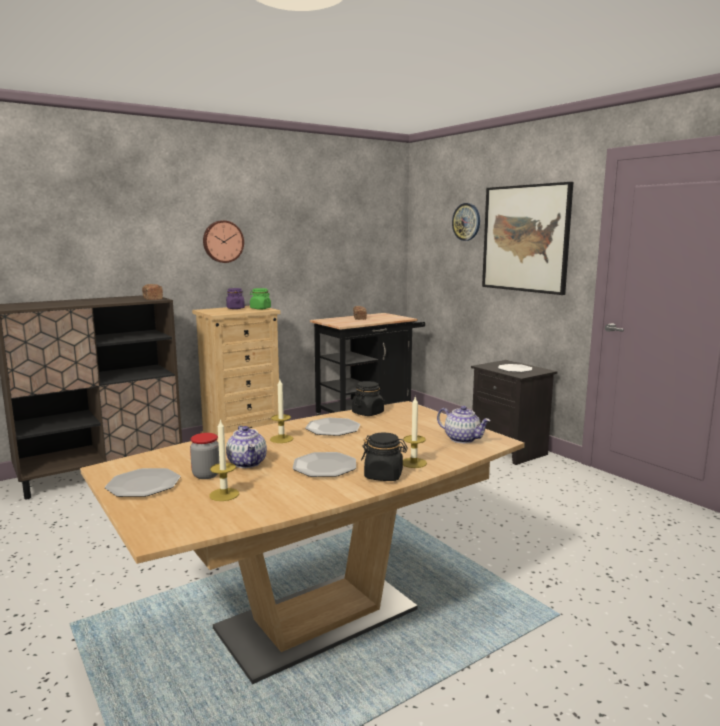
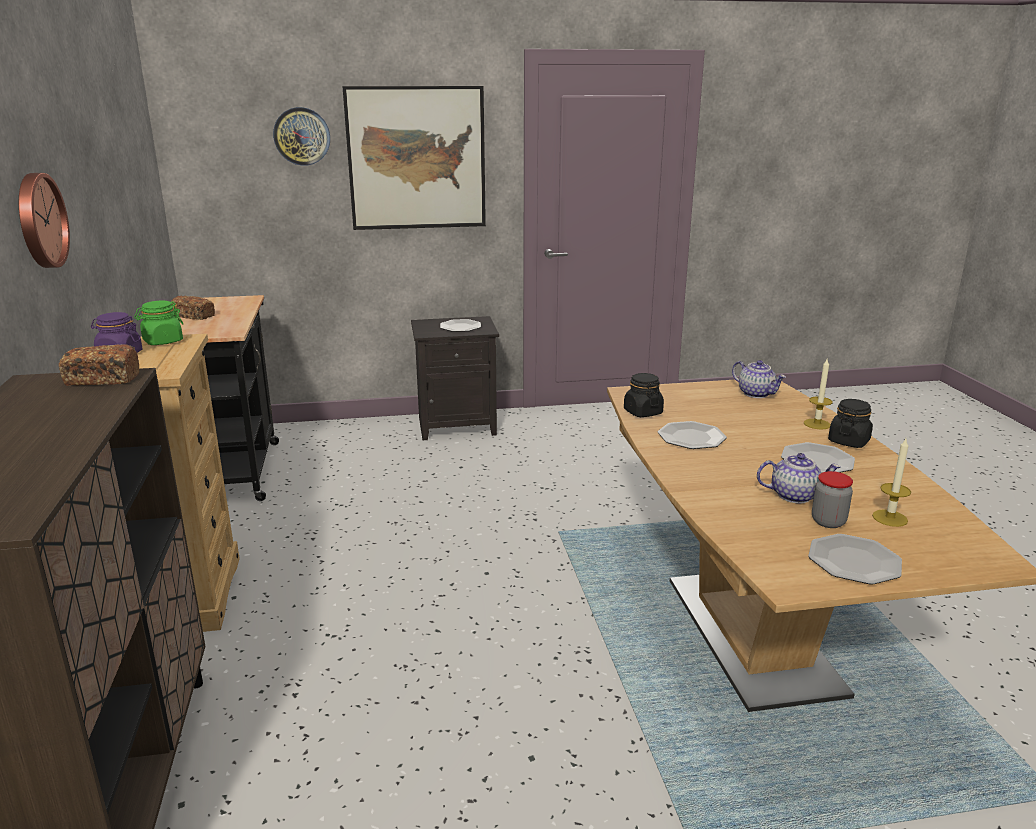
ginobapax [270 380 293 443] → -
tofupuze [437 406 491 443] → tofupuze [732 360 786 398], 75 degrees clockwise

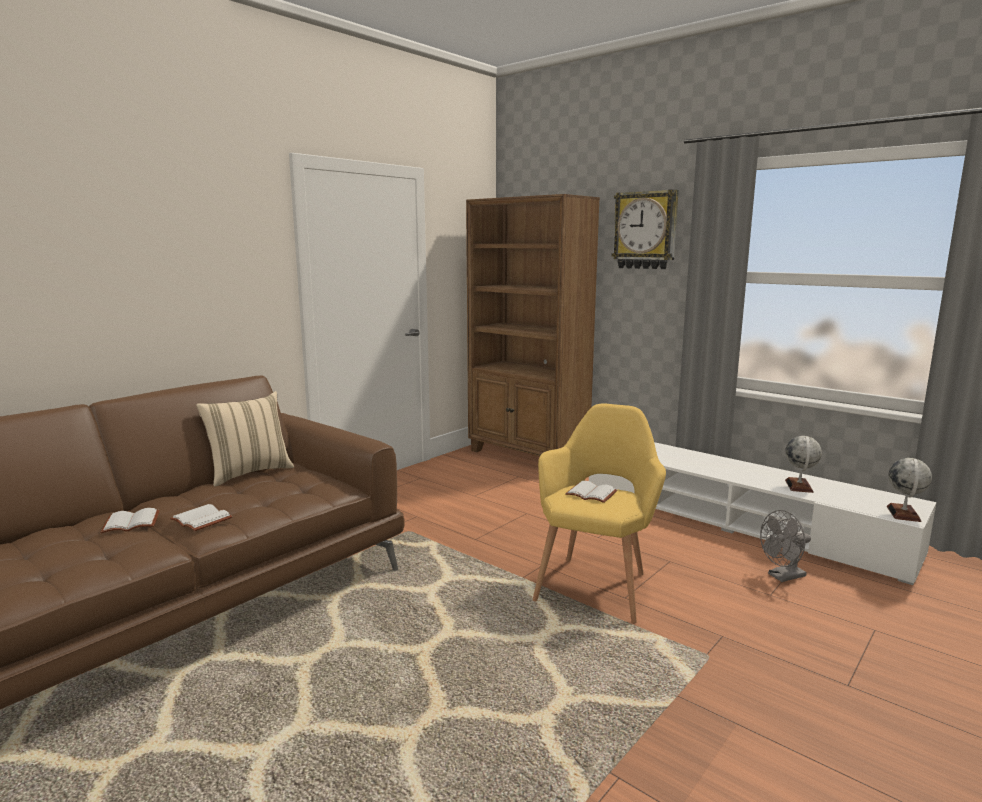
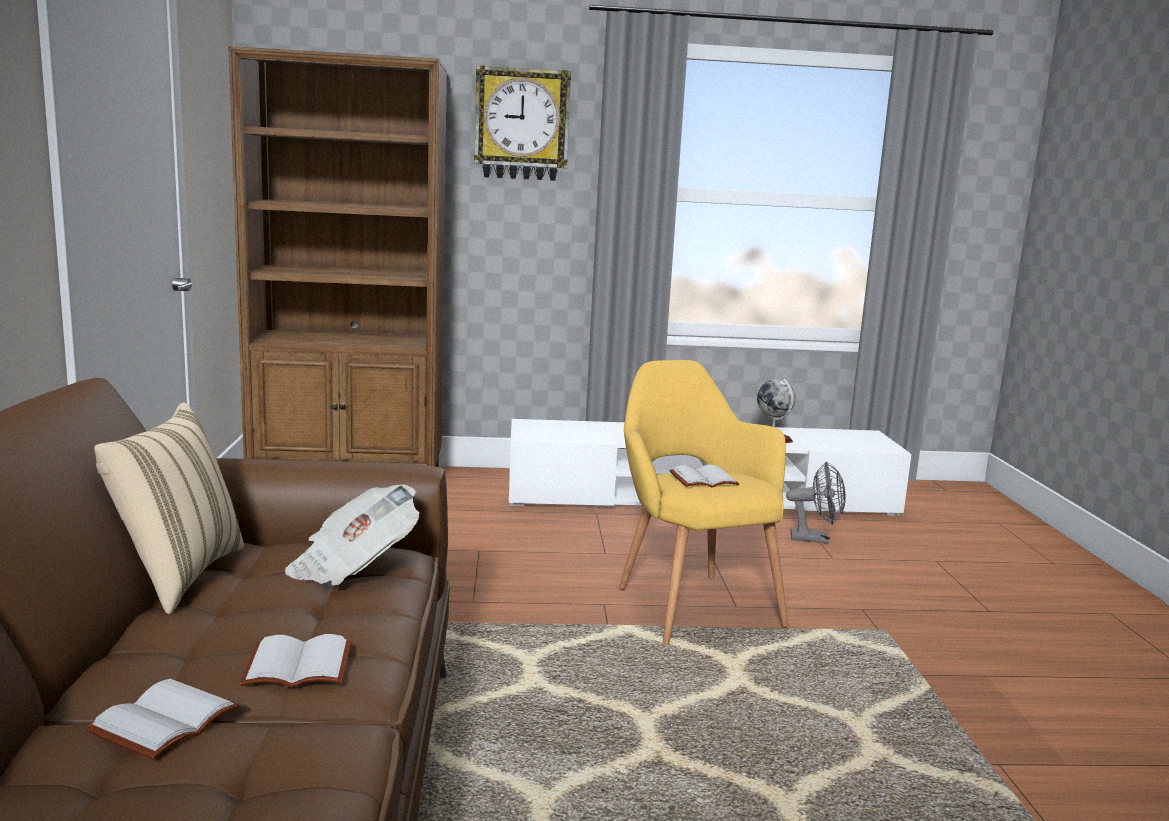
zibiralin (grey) [760 510 811 582] → zibiralin (grey) [786 461 846 544], 105 degrees counterclockwise
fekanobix [887 458 932 522] → -
- → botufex [285 485 419 586]

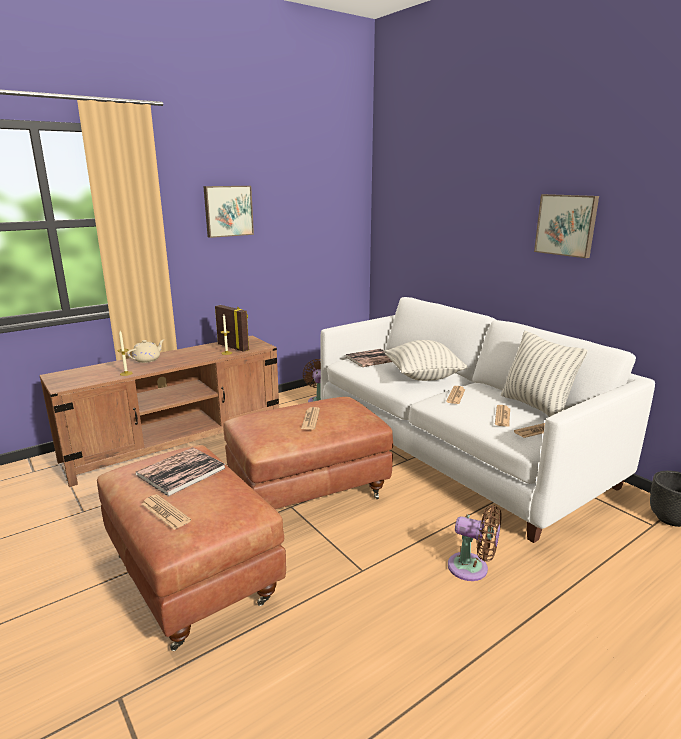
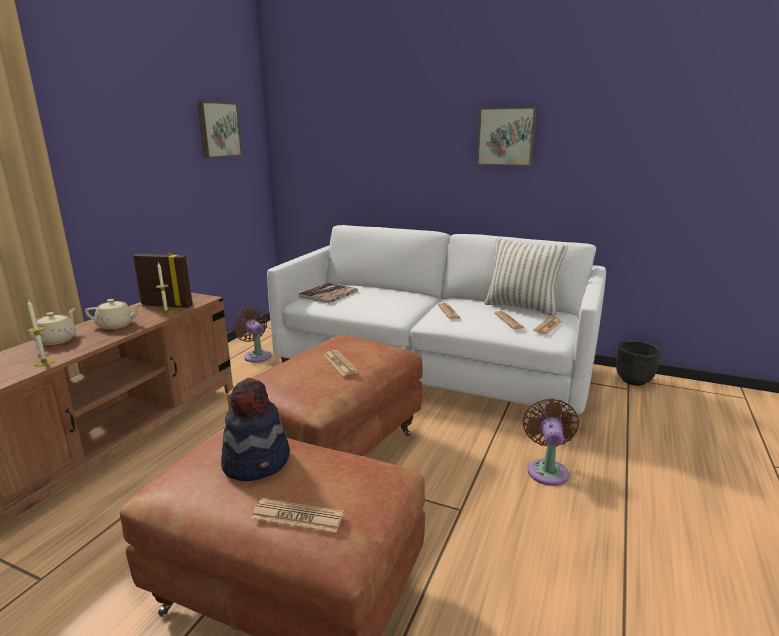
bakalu [135 447 226 497] → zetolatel [221 378 290 481]
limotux [203 186 254 238] → limotux [197 101 242 158], moved
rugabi [384 340 467 381] → -
zibiralin (brown) [448 506 502 581] → zibiralin (brown) [523 398 579 486], 75 degrees counterclockwise
- → tofupuze (beige) [85 299 142 329]

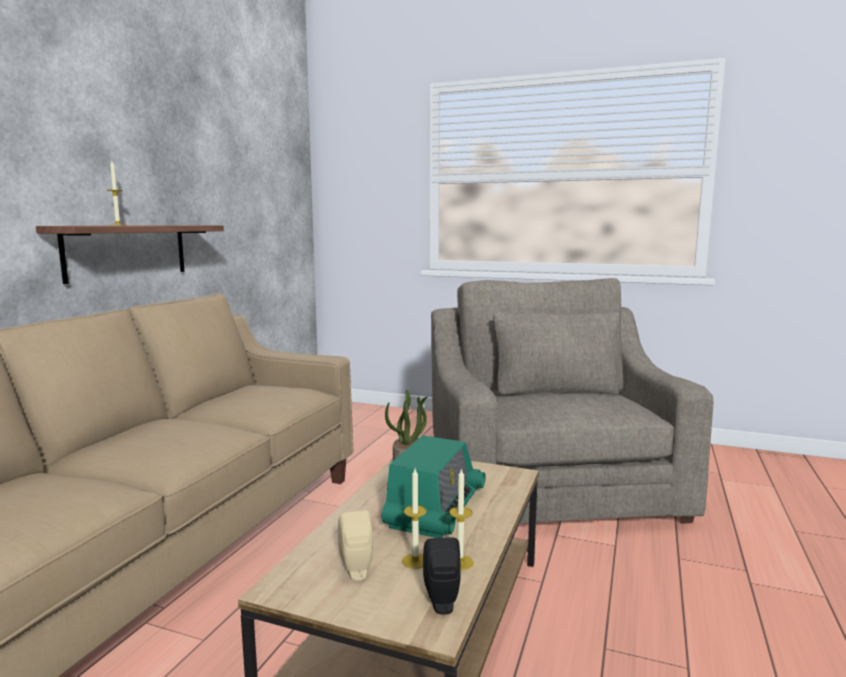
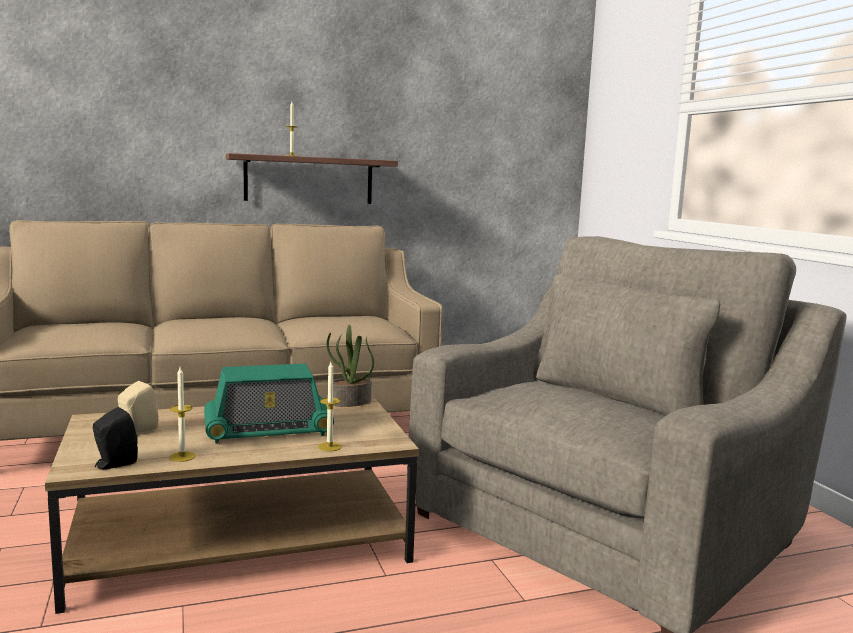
ginobapax [402 469 427 569] → ginobapax [318 362 342 452], moved

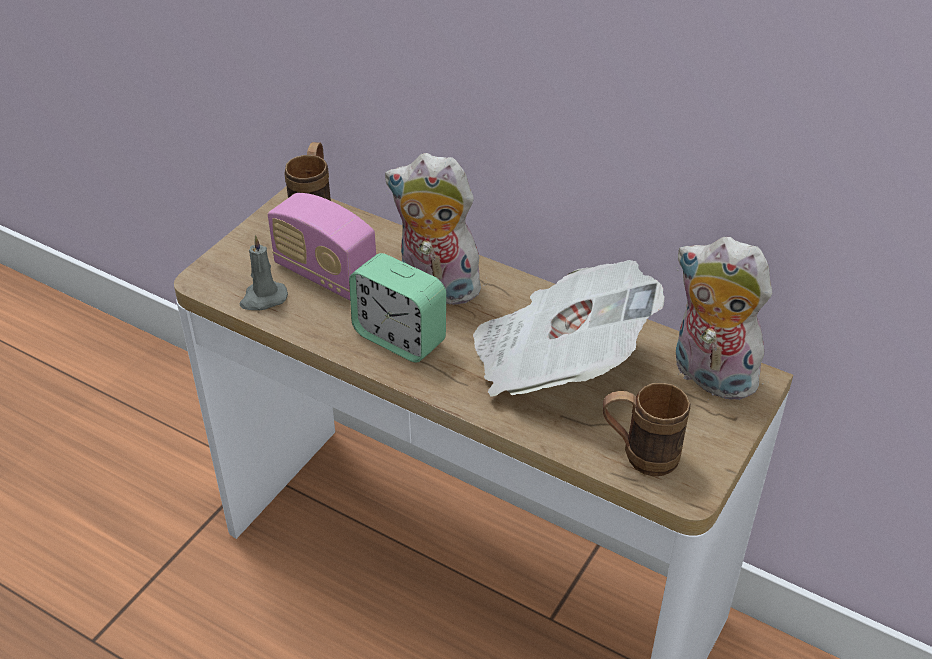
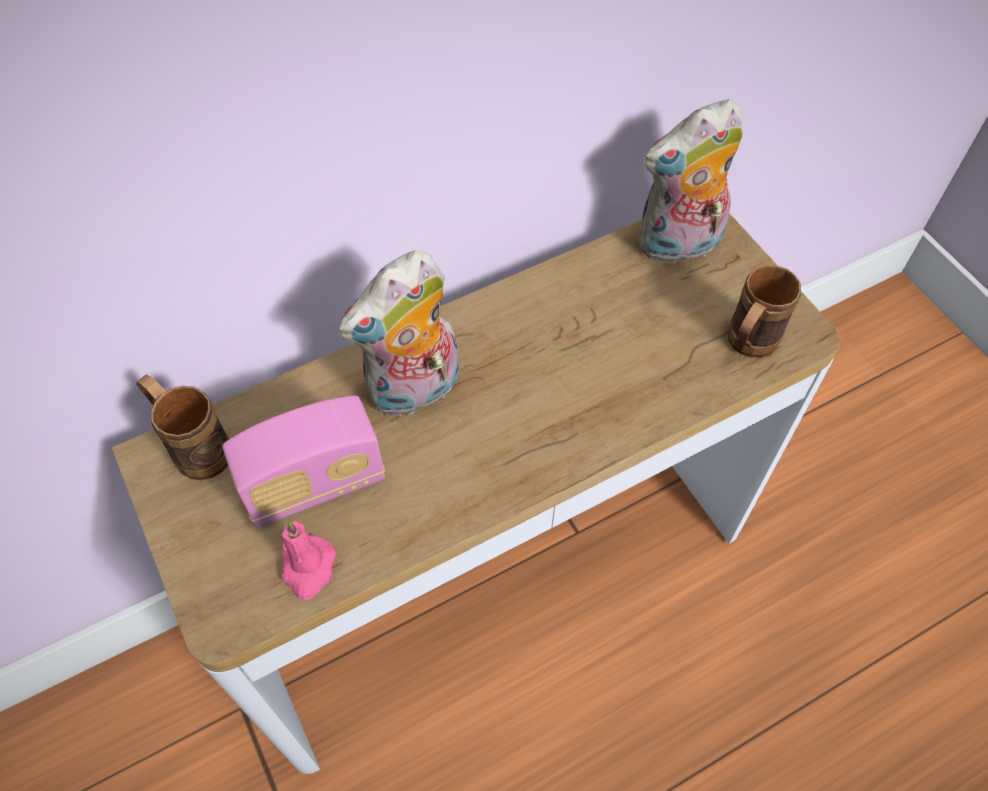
ginobapax (grey) [240 235 288 310] → ginobapax (pink) [281 521 336 600]
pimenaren [349 253 446 363] → -
botufex [473 260 665 397] → -

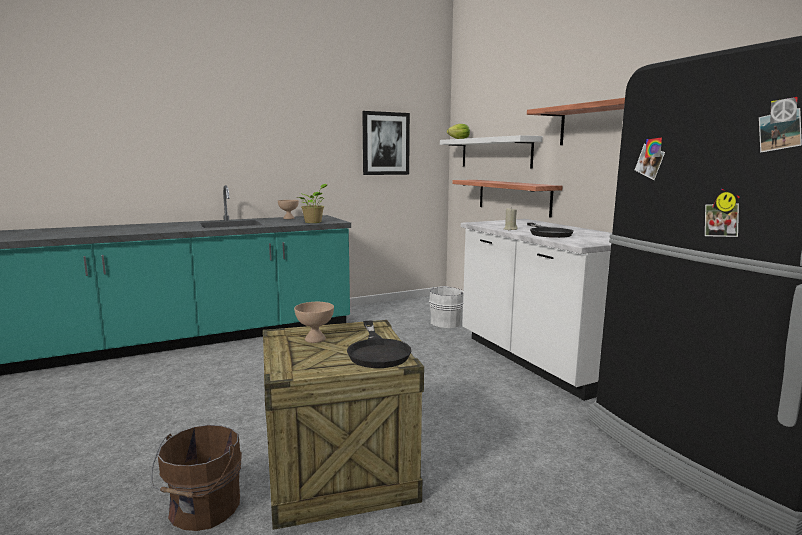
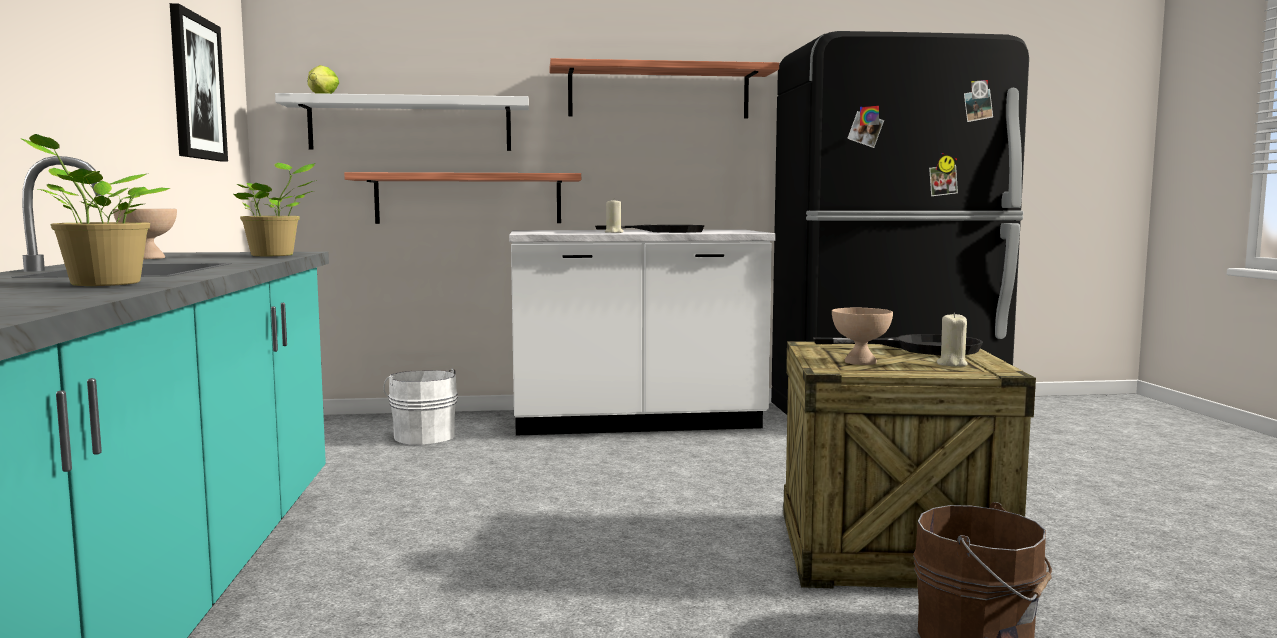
- → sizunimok [20 134 170 286]
- → ginobapax (beige) [937 312 968 367]

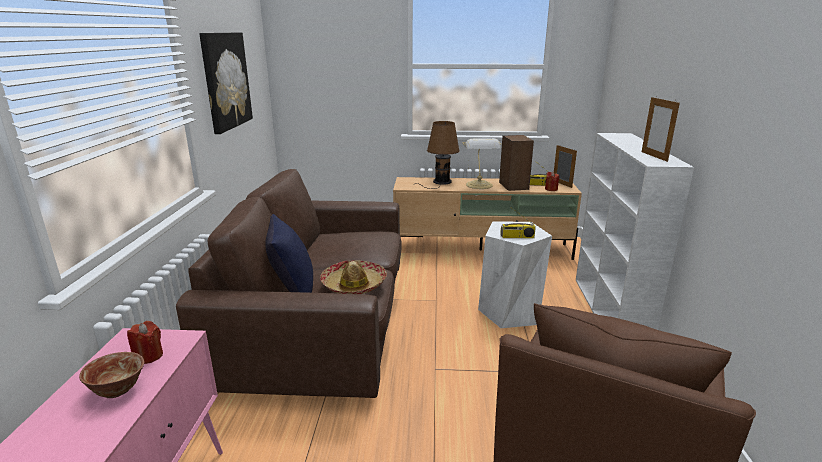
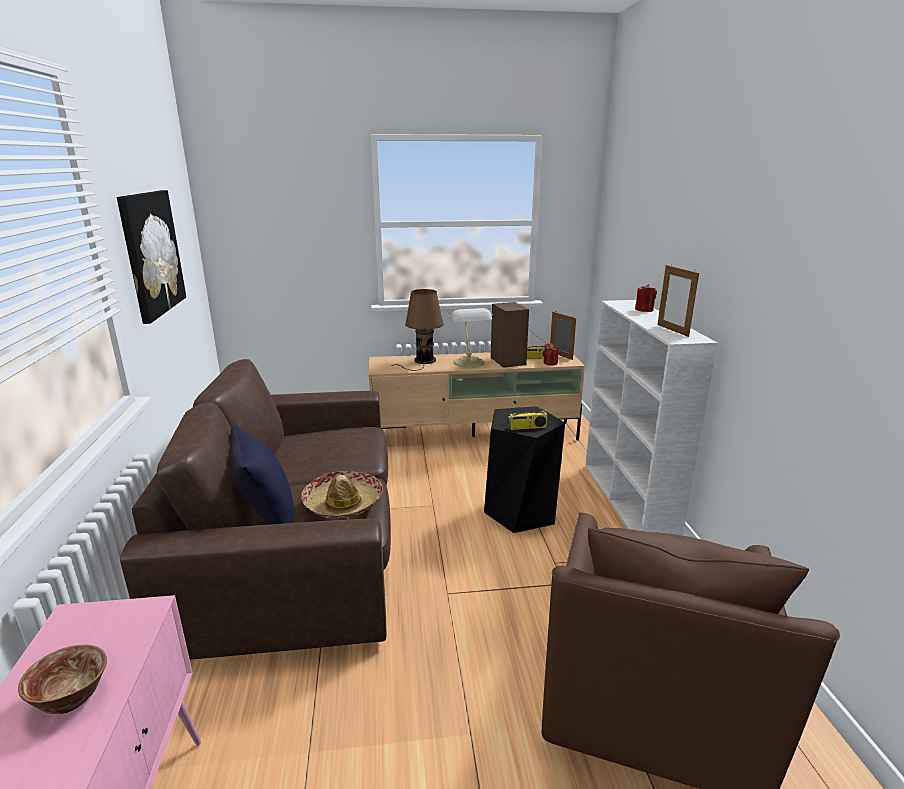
ginobapax (red) [127 321 163 364] → ginobapax (red) [635 284 657 312], moved
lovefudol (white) [478 222 552 328] → lovefudol (black) [484 406 565 533]

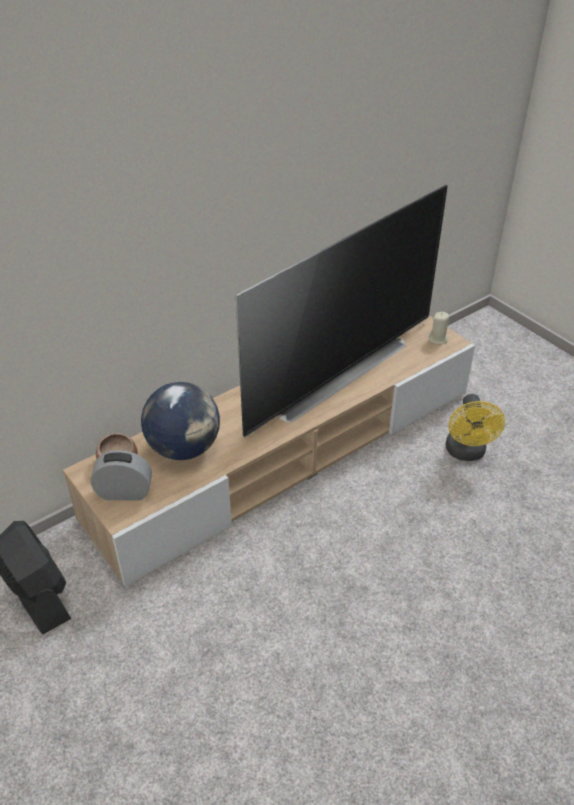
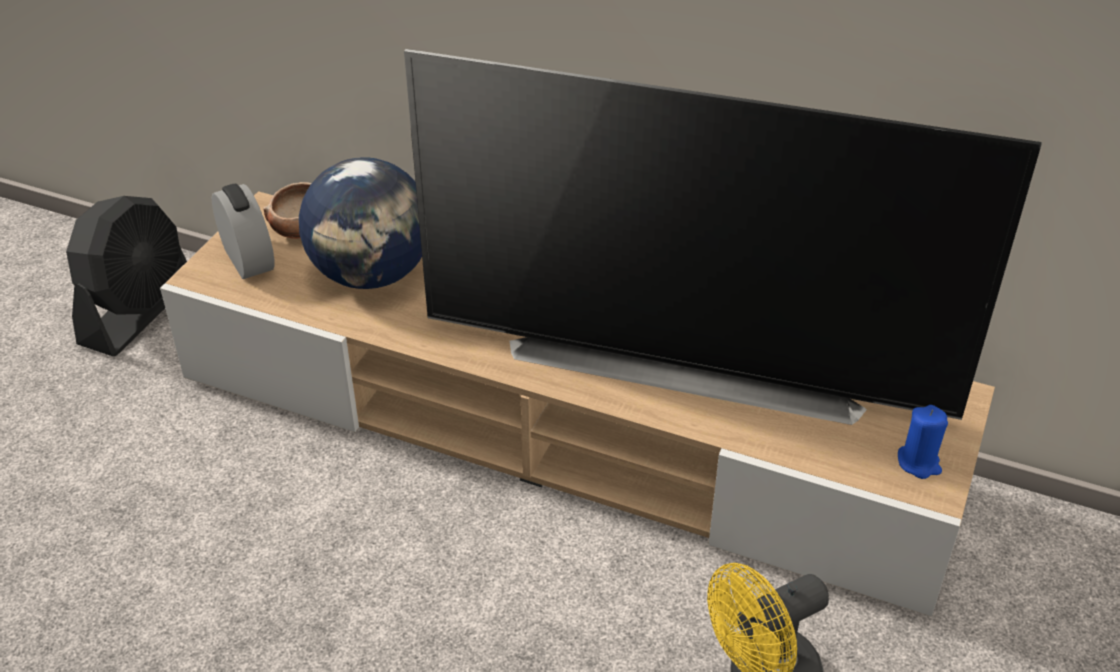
ginobapax (beige) [429 312 449 344] → ginobapax (blue) [898 405 948 479]

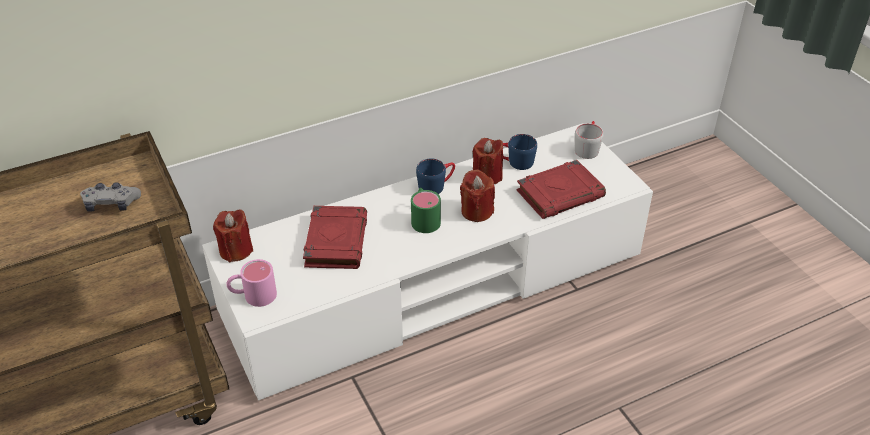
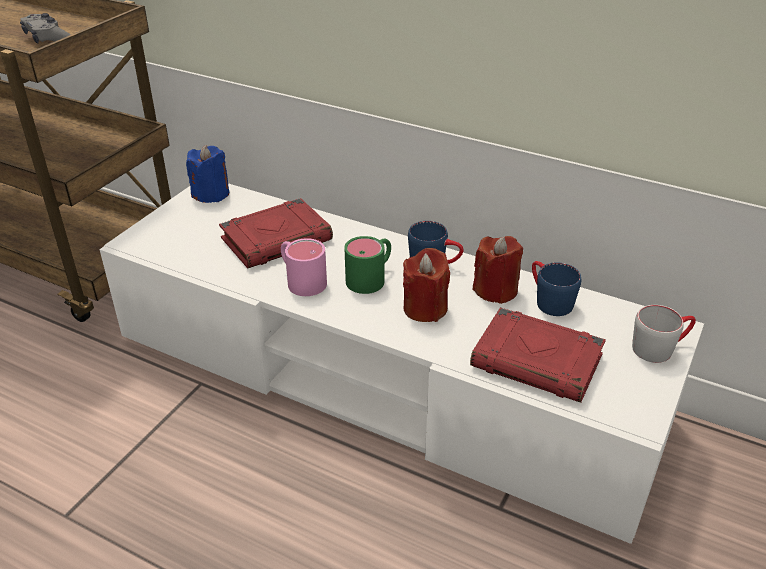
ginobapax (red) [213 209 253 262] → ginobapax (blue) [186 145 229 203]
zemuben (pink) [226 259 277 307] → zemuben (pink) [281 238 327 296], moved

